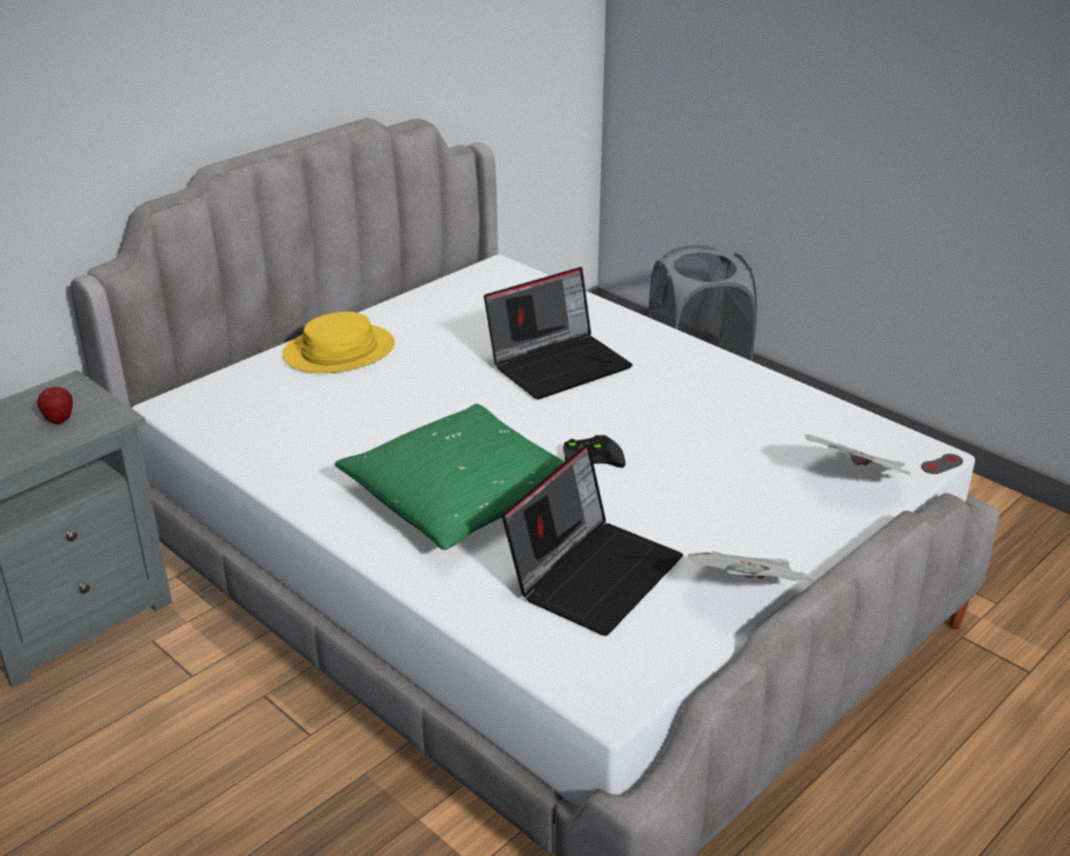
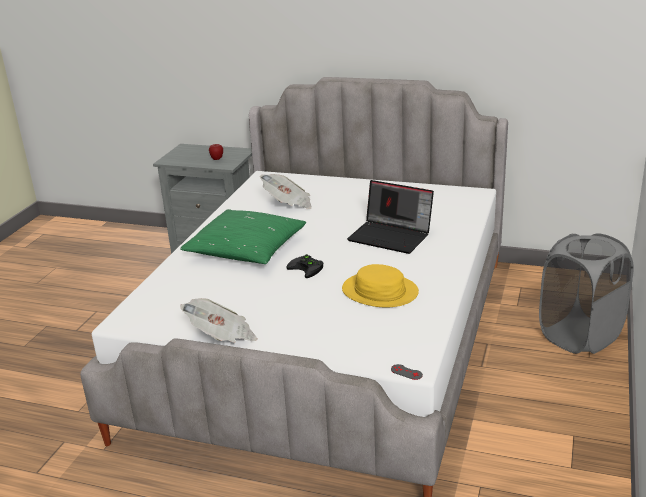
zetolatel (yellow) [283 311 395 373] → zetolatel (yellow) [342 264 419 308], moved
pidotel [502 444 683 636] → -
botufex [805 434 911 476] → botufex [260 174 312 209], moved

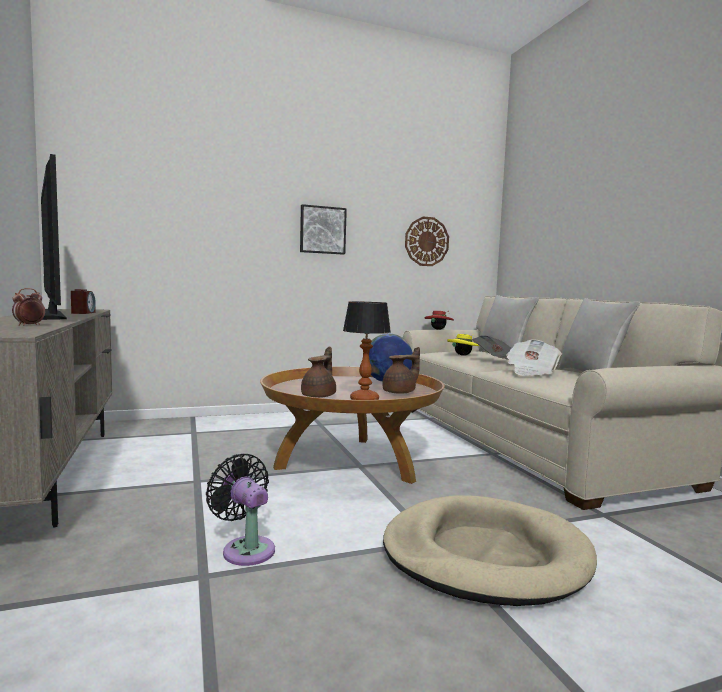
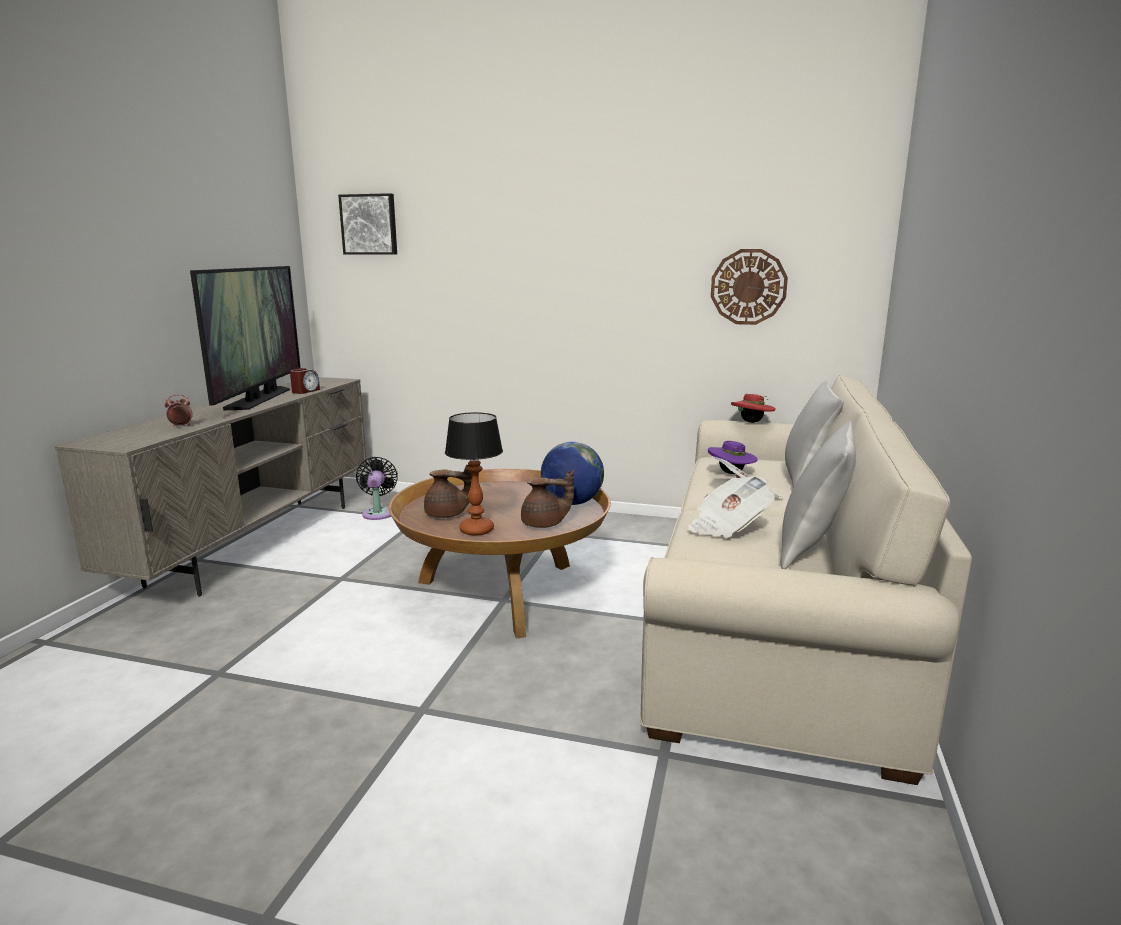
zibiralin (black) [206 454 275 566] → zibiralin (black) [356 457 398 520], moved
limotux [300 204 347 255] → limotux [338 193 397 255], moved
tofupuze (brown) [301 347 336 398] → tofupuze (brown) [424 465 471 518], 45 degrees clockwise
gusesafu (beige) [383 495 597 606] → -
zetolatel (yellow) [447 334 479 356] → zetolatel (purple) [708 441 758 474]

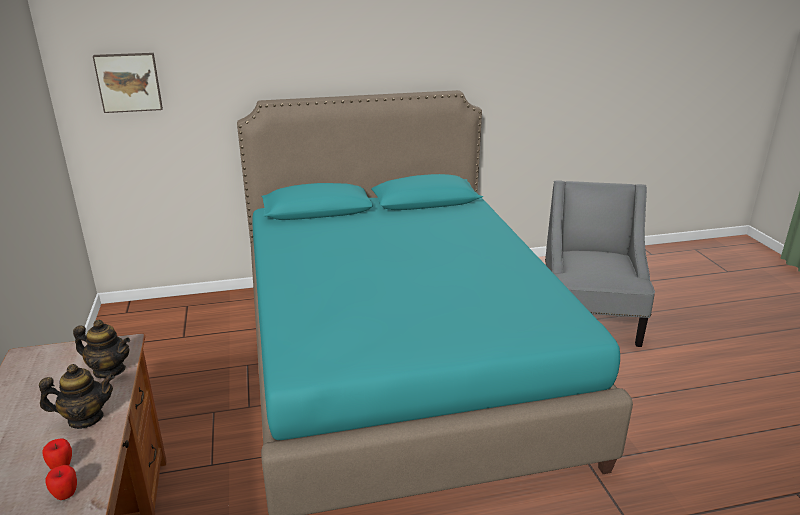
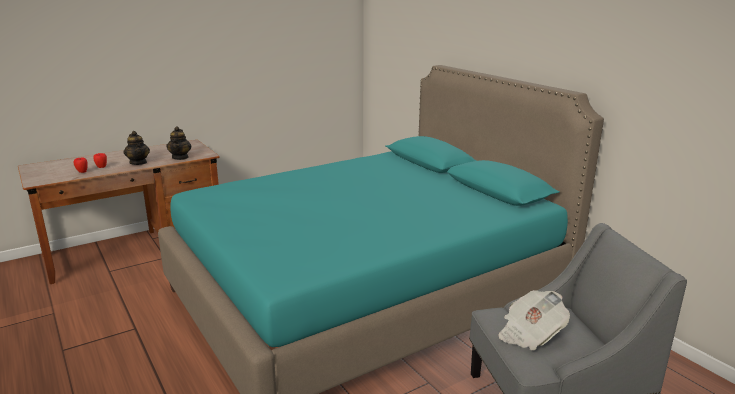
limotux [93 53 163 113] → -
- → botufex [498 290 570 350]

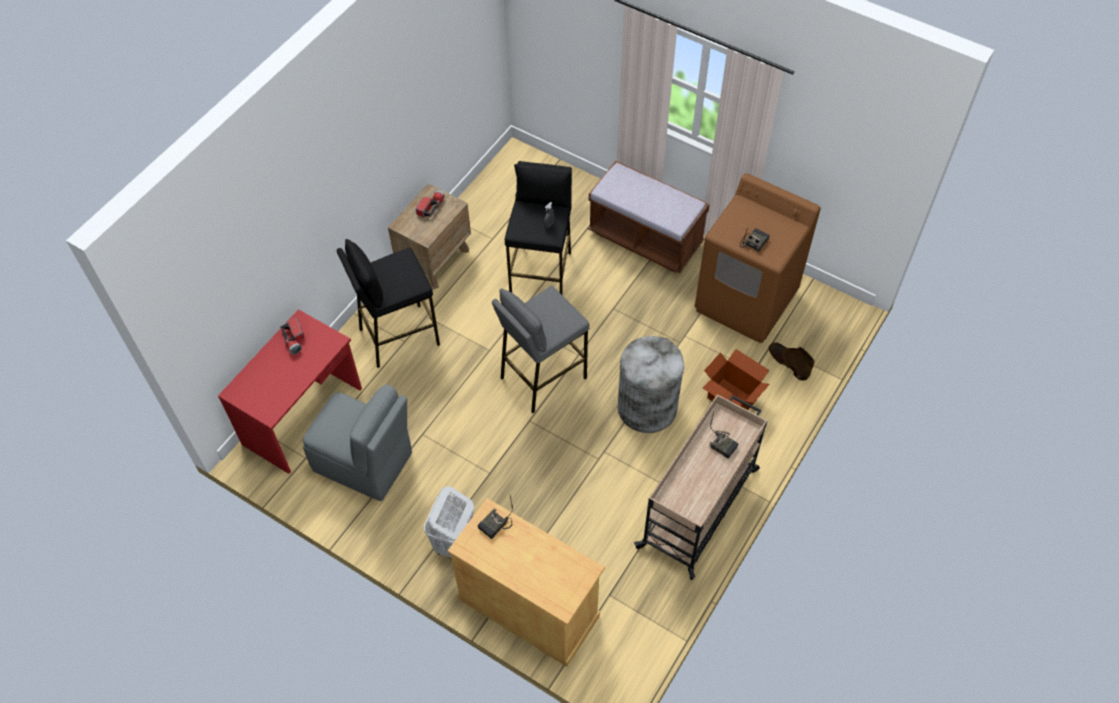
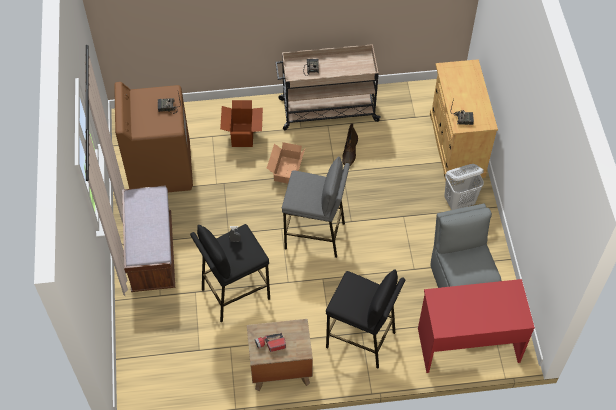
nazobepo [280 318 305 354] → -
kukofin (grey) [618 336 684 433] → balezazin [267 142 305 184]
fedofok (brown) [768 342 815 380] → fedofok (brown) [342 123 358 165], moved

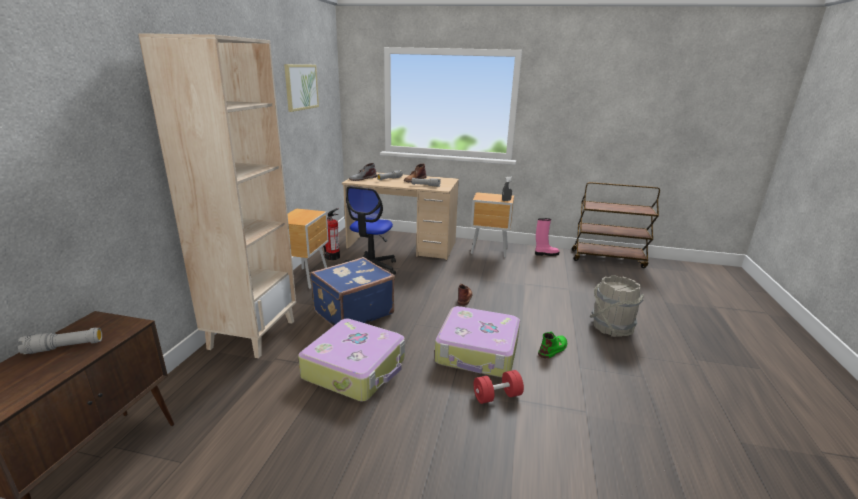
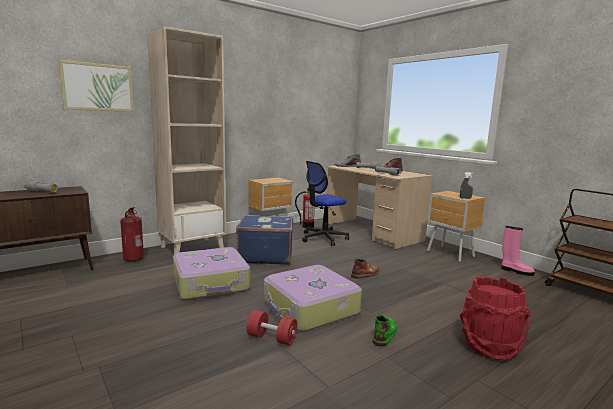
limotux [284 64 319 112] → limotux [59 60 134 112], moved
fedofok (green) [538 331 567 358] → fedofok (green) [373 314 397 347], 60 degrees counterclockwise
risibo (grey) [590 275 644 337] → risibo (red) [460 276 531 360]
- → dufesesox [120 207 144 262]

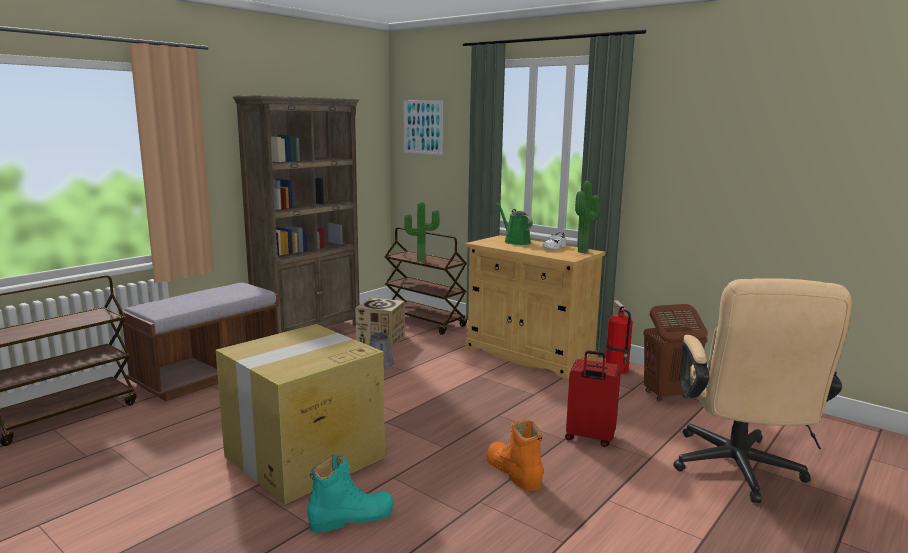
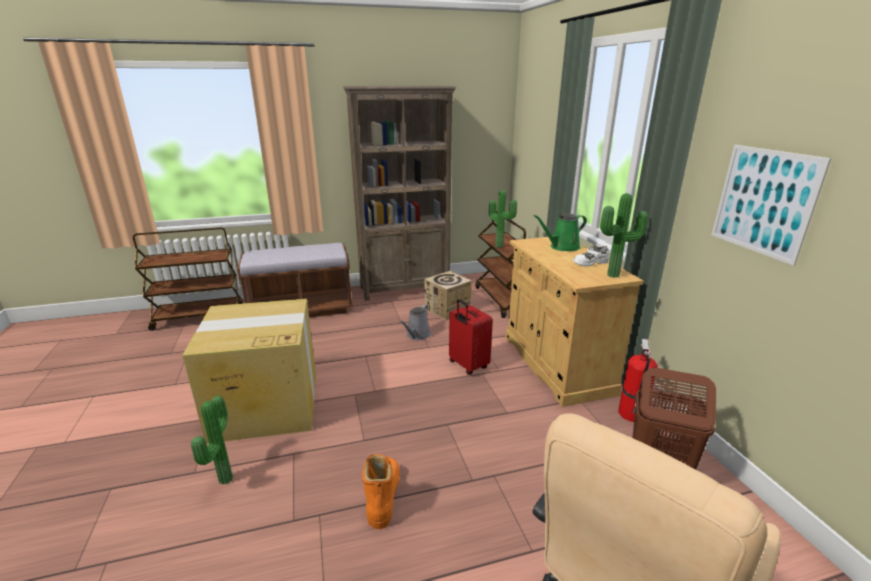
fedofok (turquoise) [307 455 393 533] → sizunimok [191 396 233 485]
limotux [404 100 443 155] → limotux [711 145 831 266], moved
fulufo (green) [497 203 533 245] → fulufo (green) [533 214 587 251], 120 degrees counterclockwise
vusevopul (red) [565 350 621 447] → vusevopul (red) [449 299 493 375], moved

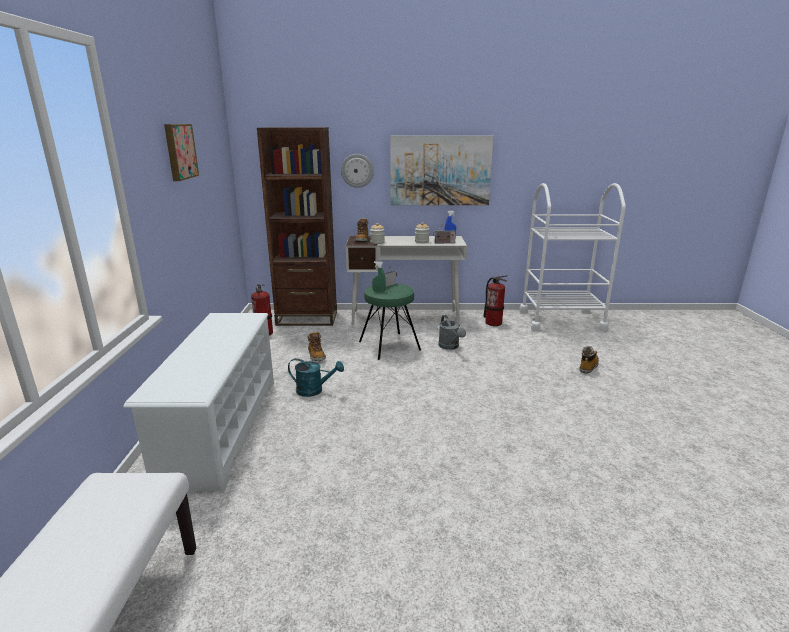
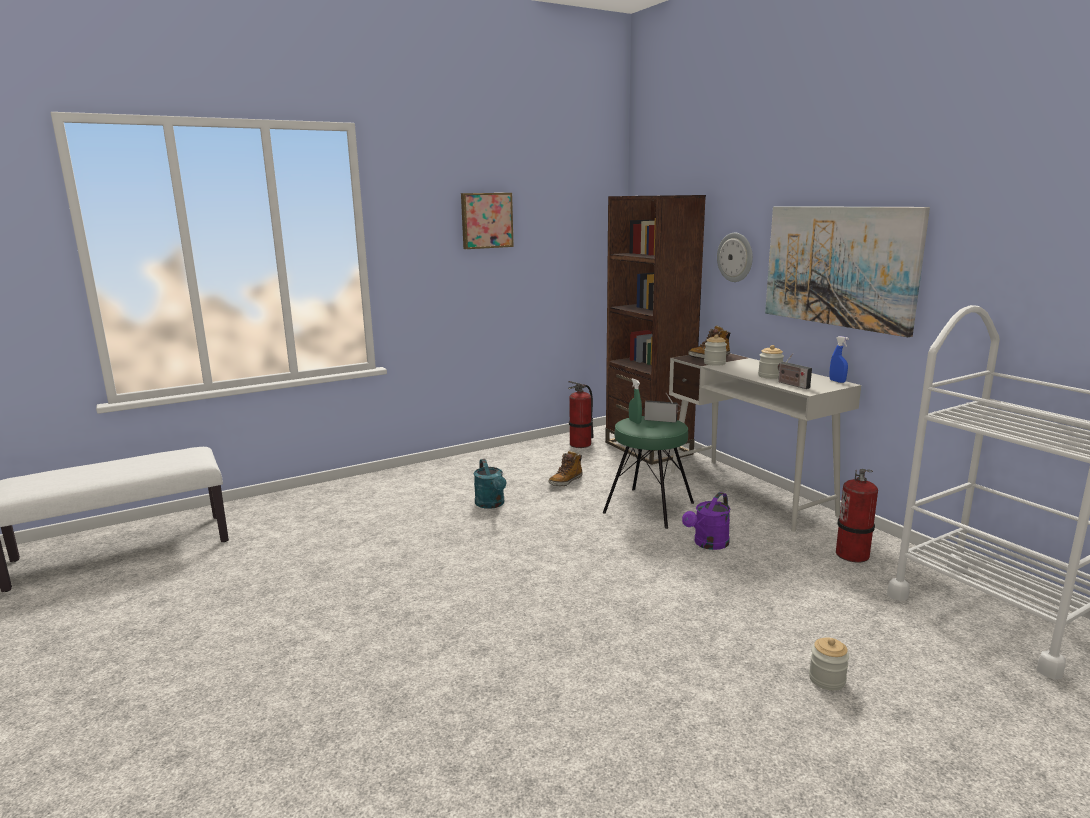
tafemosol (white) [124 313 274 493] → -
fulufo (grey) [438 315 466 350] → fulufo (purple) [682 492 730 550]
fedofok [579 346 599 374] → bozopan [809 637 849 690]

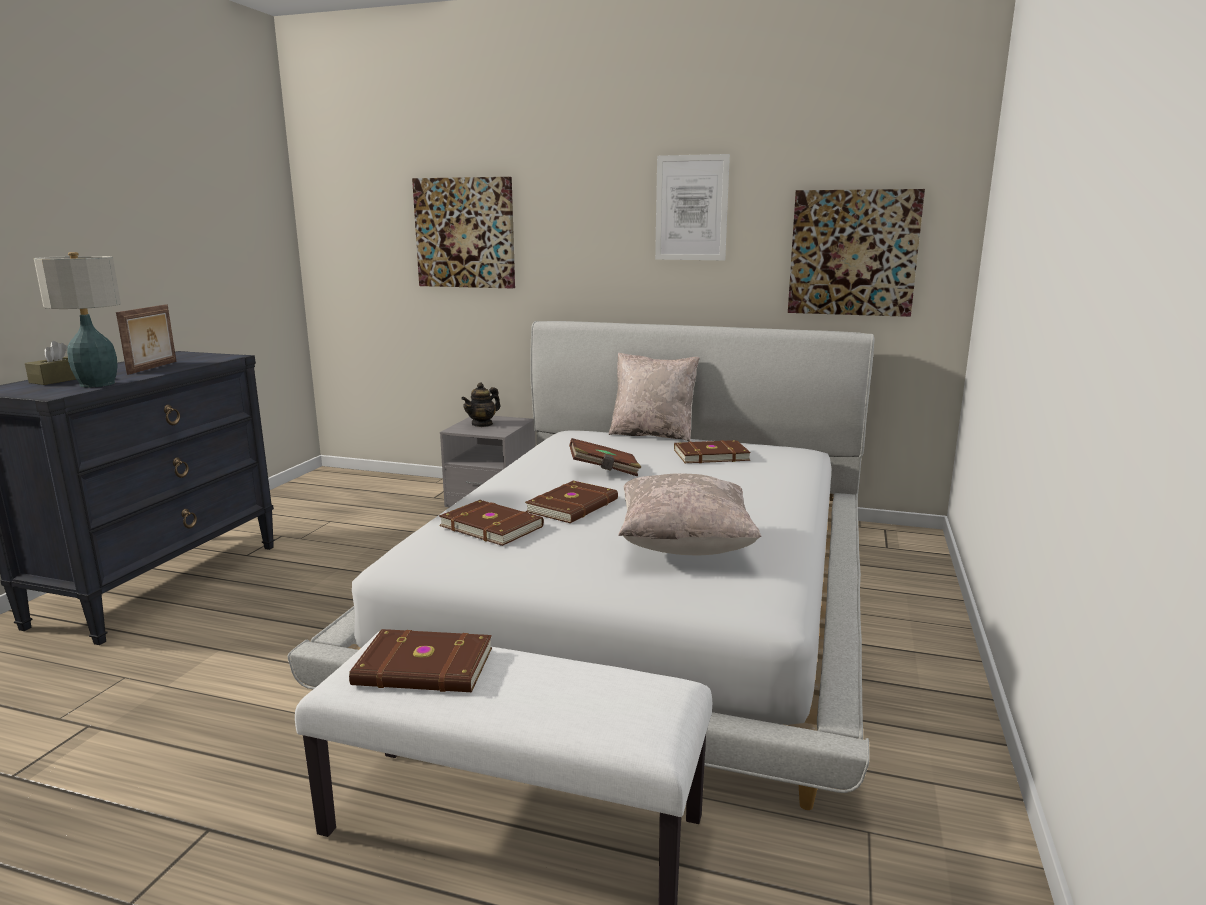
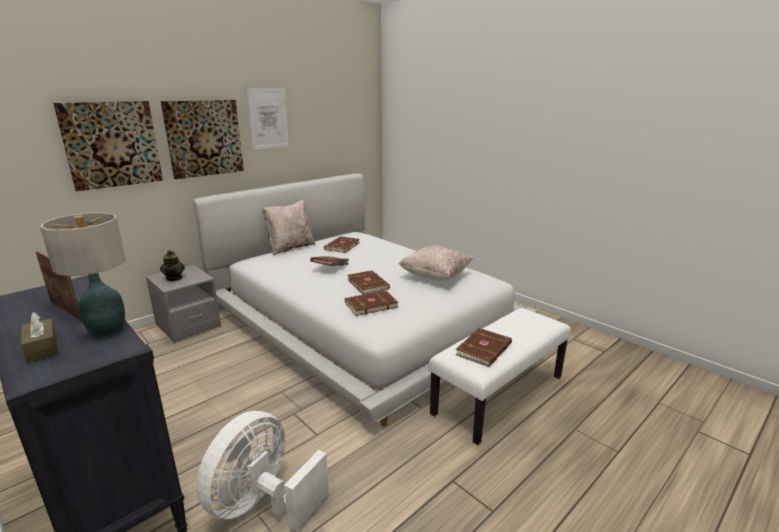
limotux [788 189 925 317] → limotux [161 100 244 179], moved
- → zibiralin (white) [196 411 329 532]

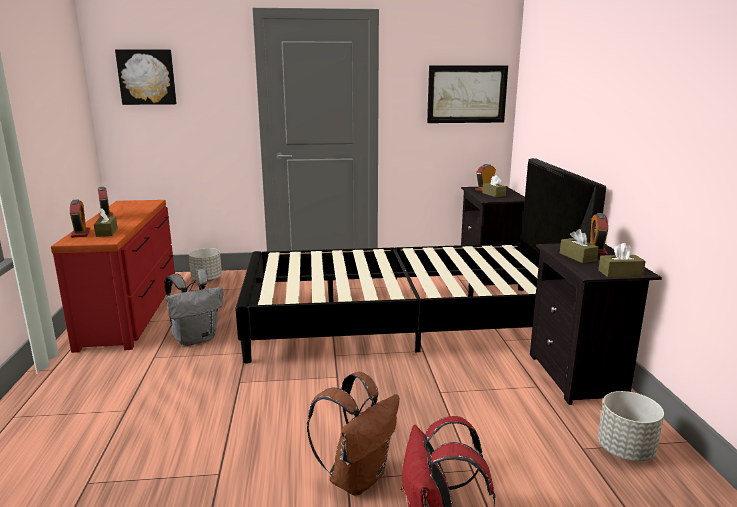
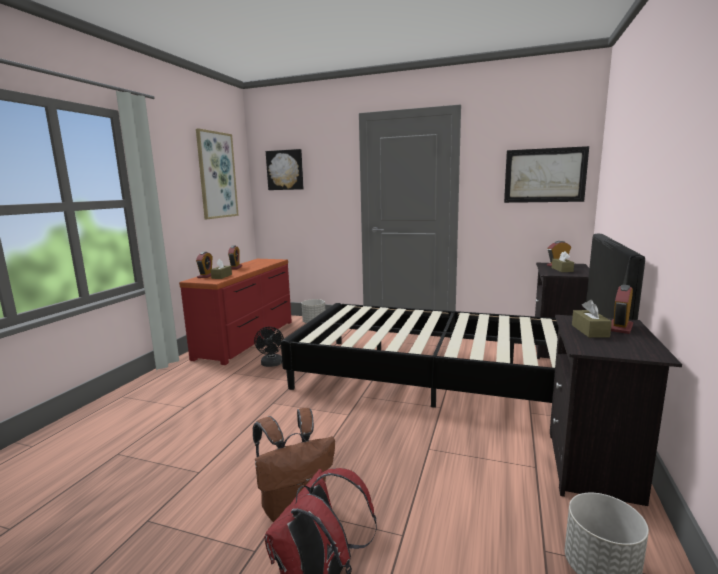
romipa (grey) [164 269 223 346] → zibiralin (black) [254 327 284 367]
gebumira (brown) [599 243 646 277] → -
- → limotux [196 128 239 219]

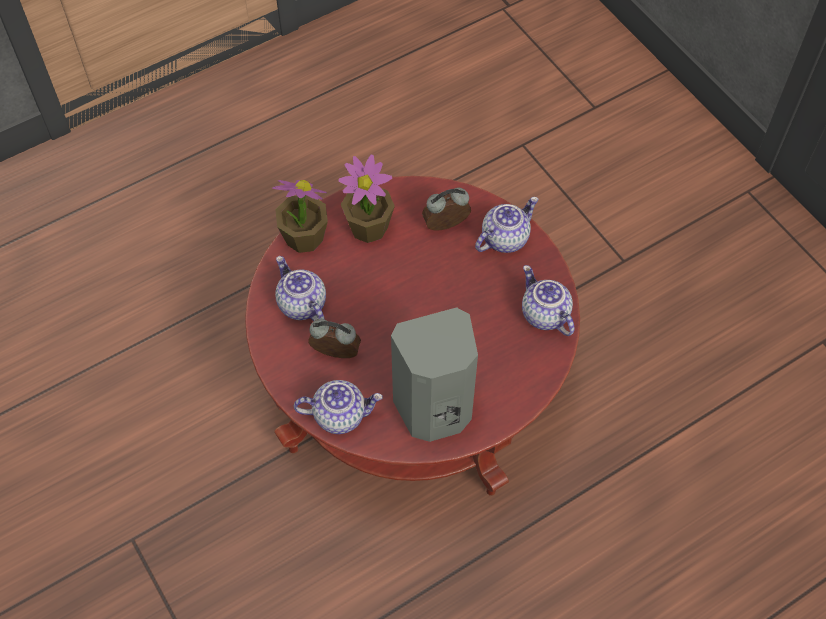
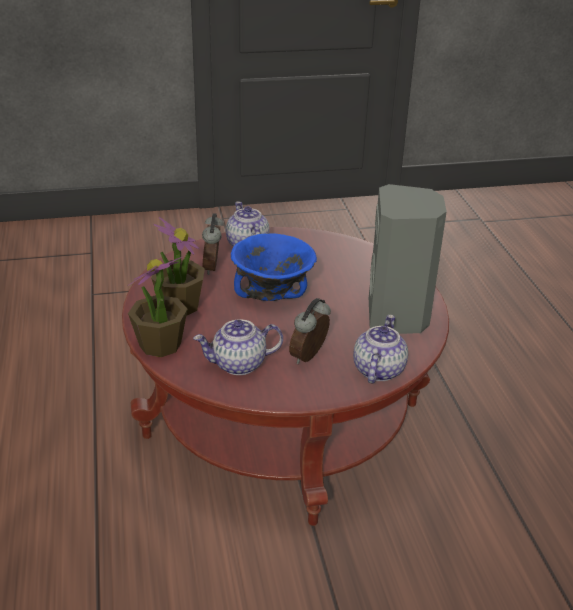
tofupuze [522 265 574 336] → -
- → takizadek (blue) [231 234 317 301]

